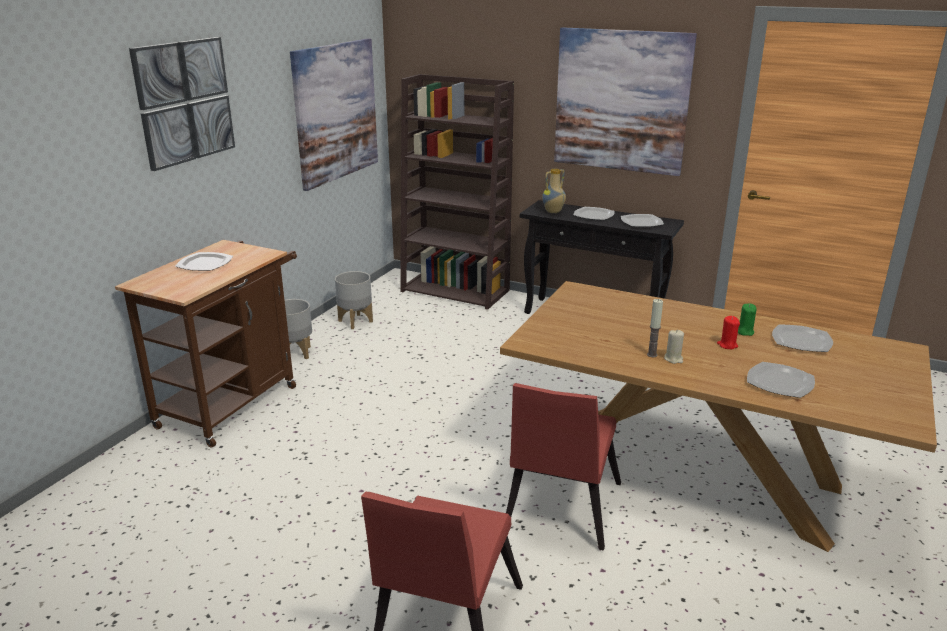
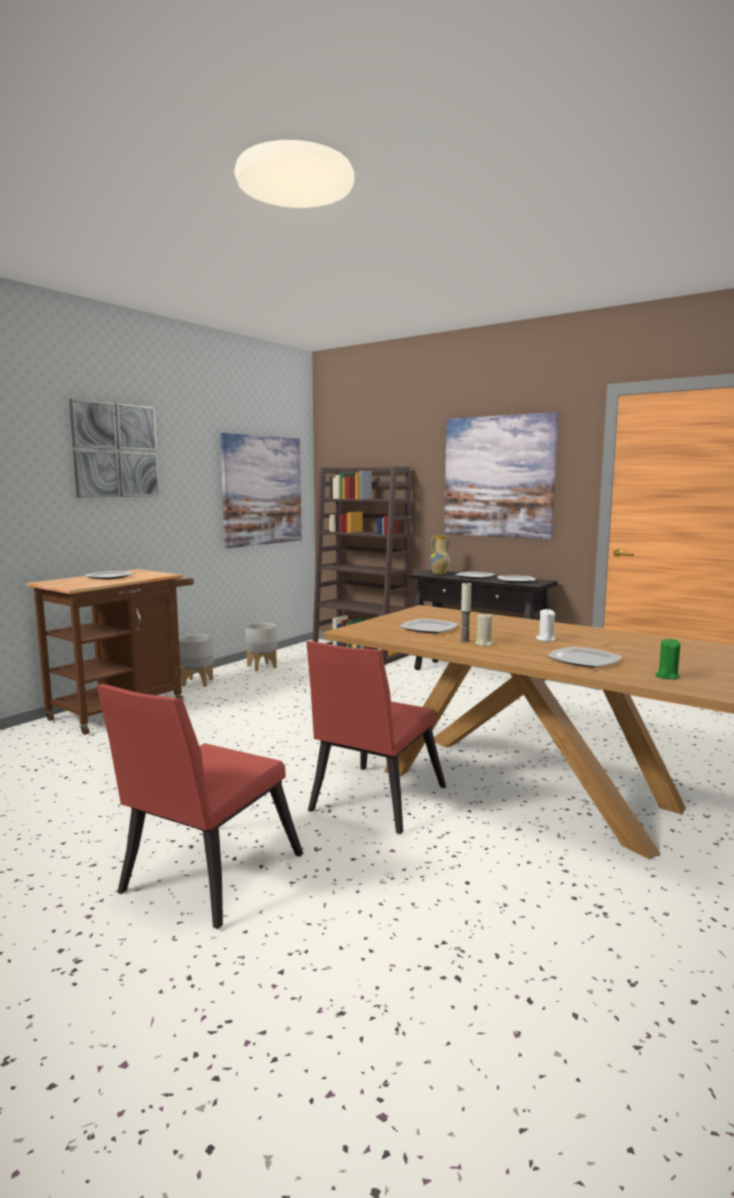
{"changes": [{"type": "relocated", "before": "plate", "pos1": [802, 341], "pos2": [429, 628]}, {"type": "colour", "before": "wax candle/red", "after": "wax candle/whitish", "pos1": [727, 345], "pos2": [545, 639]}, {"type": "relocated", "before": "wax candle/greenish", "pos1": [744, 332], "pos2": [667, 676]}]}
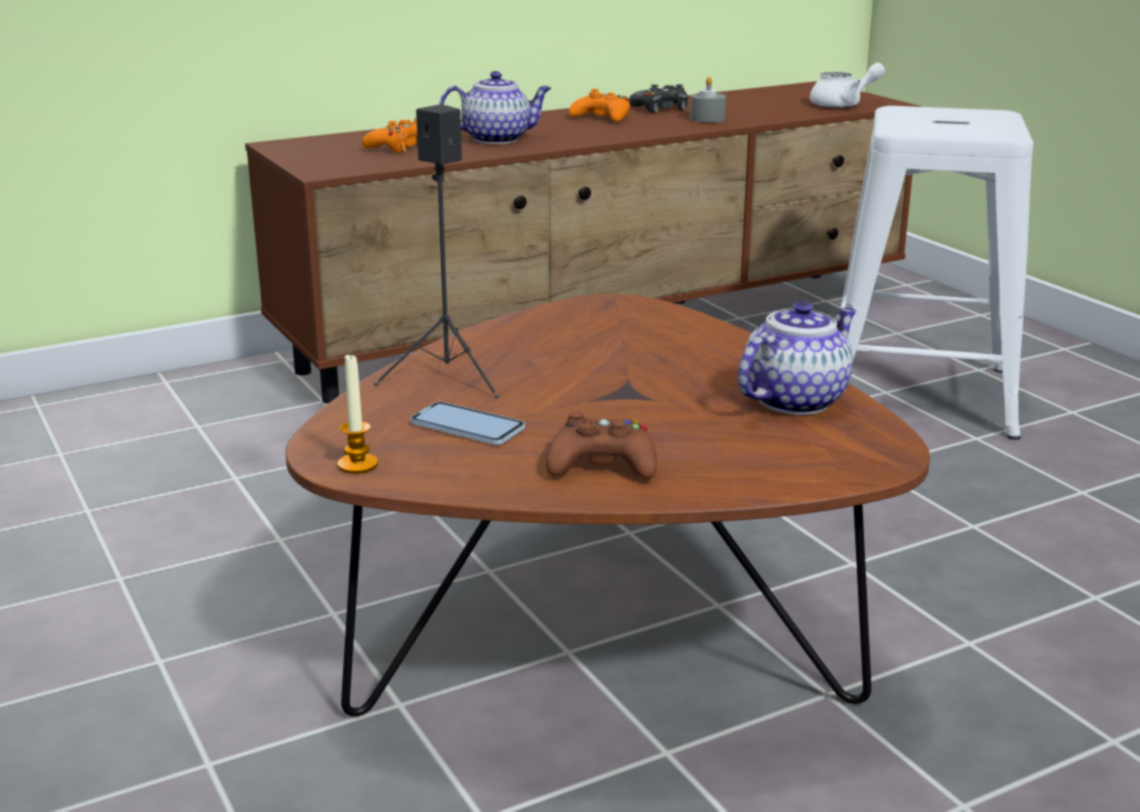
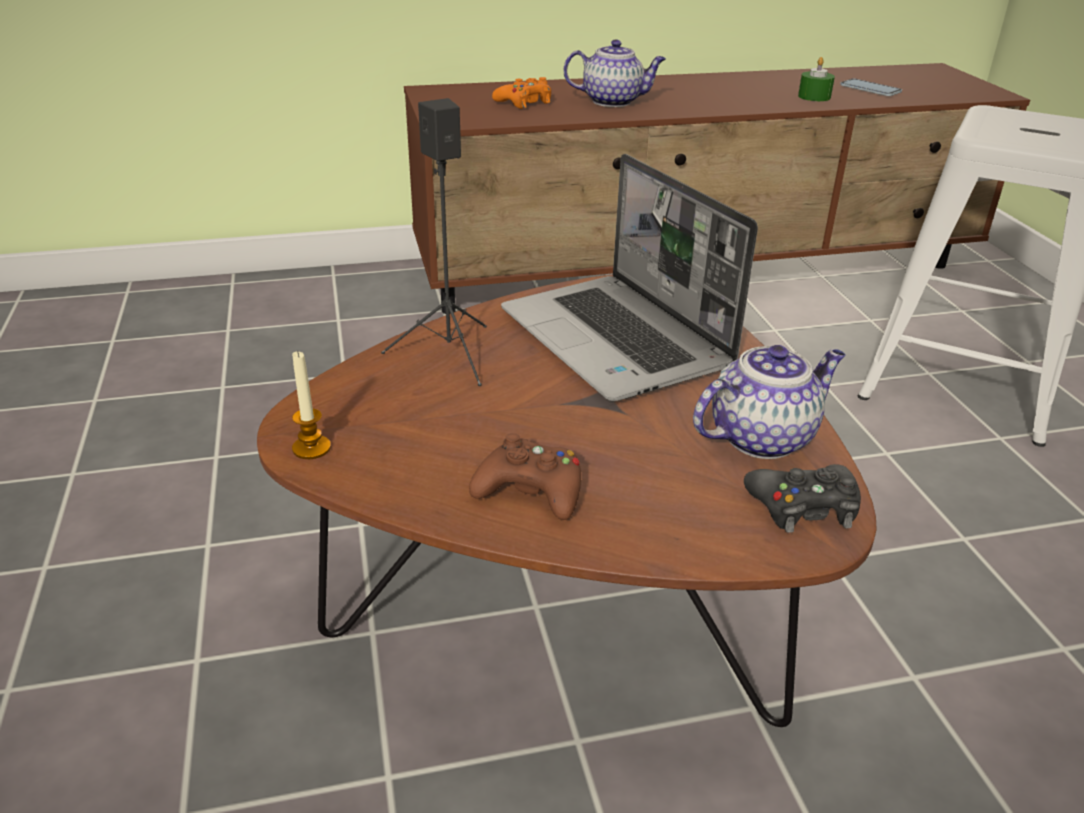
{"changes": [{"type": "appeared", "after": "portable computer", "pos2": [618, 340]}, {"type": "relocated", "before": "joypad/black", "pos1": [661, 109], "pos2": [803, 507]}, {"type": "colour", "before": "wax candle/greyish", "after": "wax candle/greenish", "pos1": [707, 119], "pos2": [814, 96]}, {"type": "relocated", "before": "telephone", "pos1": [467, 426], "pos2": [870, 89]}, {"type": "missing", "before": "joypad/orange", "pos1": [602, 118]}, {"type": "missing", "before": "teapot/whitish", "pos1": [843, 105]}]}
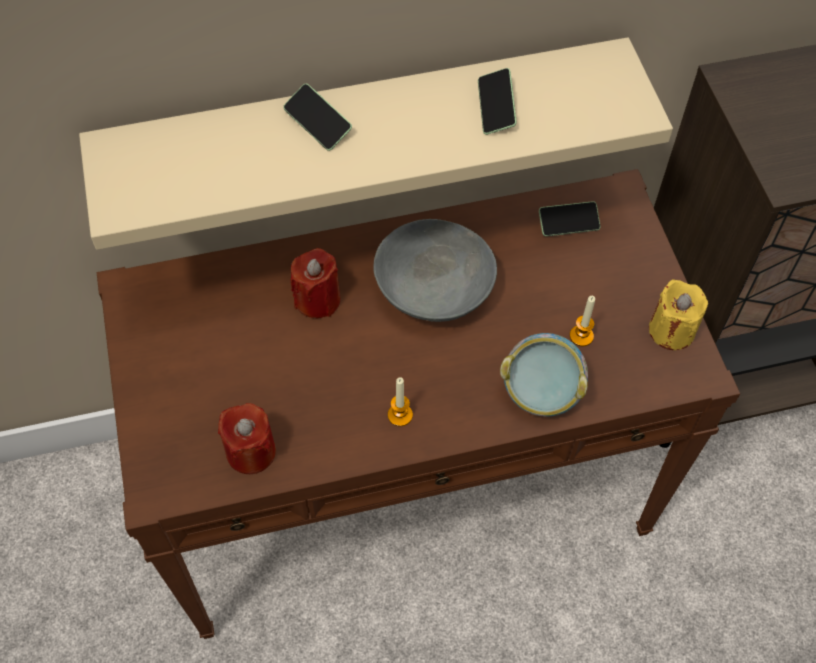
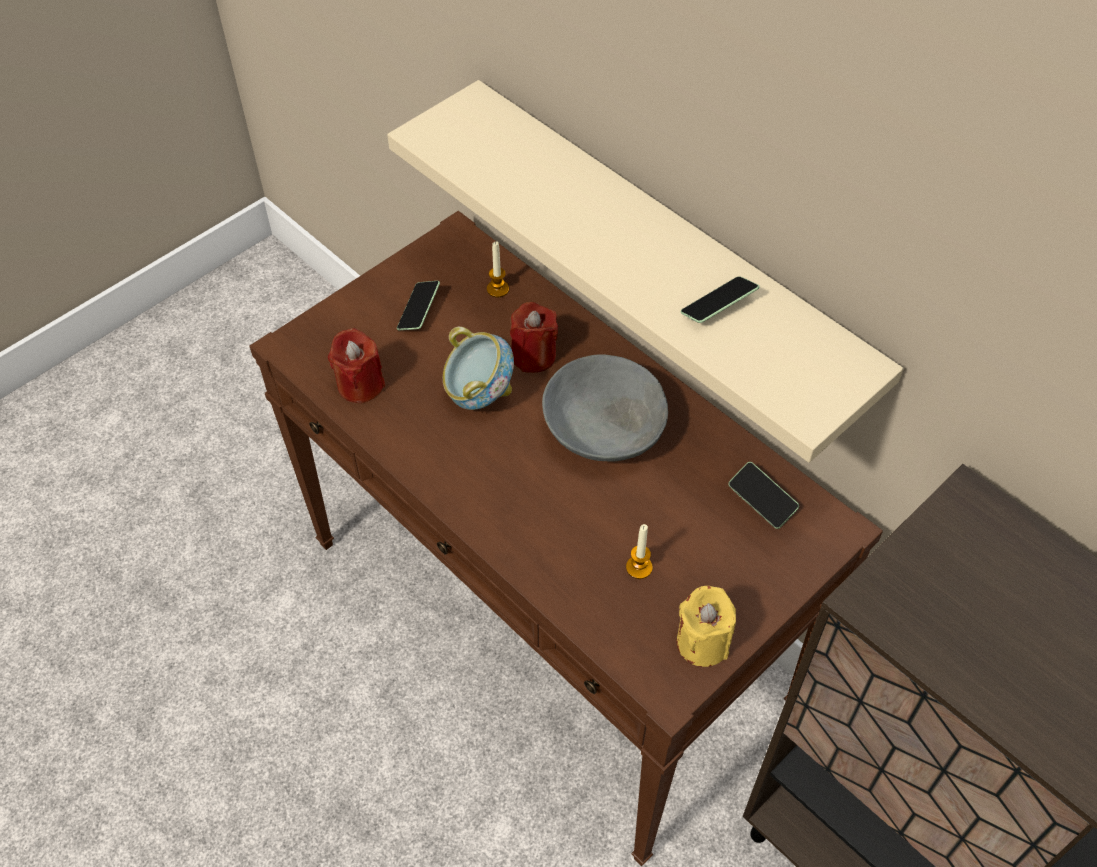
{"changes": [{"type": "relocated", "before": "telephone", "pos1": [318, 124], "pos2": [419, 311]}, {"type": "relocated", "before": "deep dish", "pos1": [540, 394], "pos2": [479, 394]}, {"type": "relocated", "before": "wax candle", "pos1": [400, 415], "pos2": [497, 289]}]}
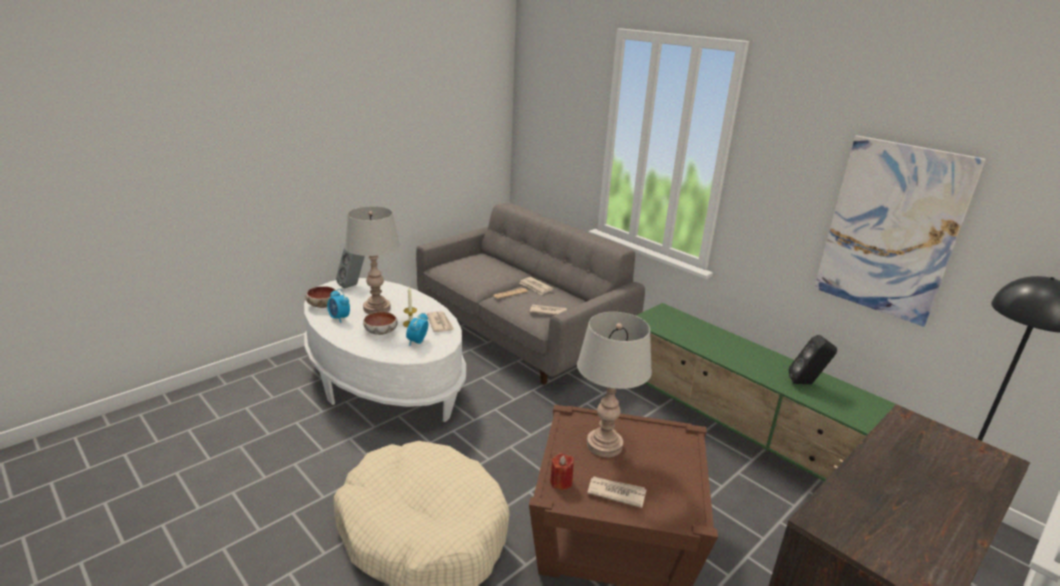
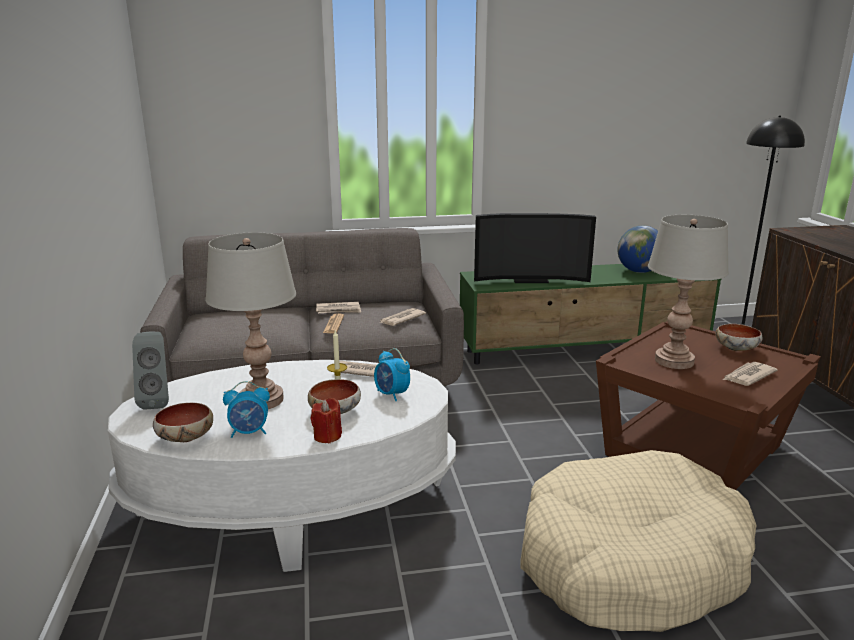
{"changes": [{"type": "relocated", "before": "wax candle/red", "pos1": [561, 482], "pos2": [327, 436]}, {"type": "appeared", "after": "TV", "pos2": [529, 280]}, {"type": "exchanged", "before": "audio speaker/black", "after": "globe", "pos1": [806, 383], "pos2": [639, 271]}, {"type": "appeared", "after": "deep dish", "pos2": [737, 349]}, {"type": "missing", "before": "wall art", "pos1": [890, 230]}]}
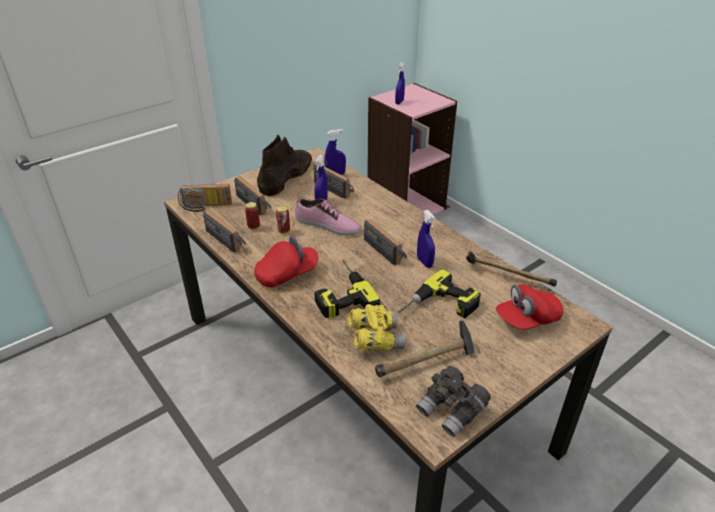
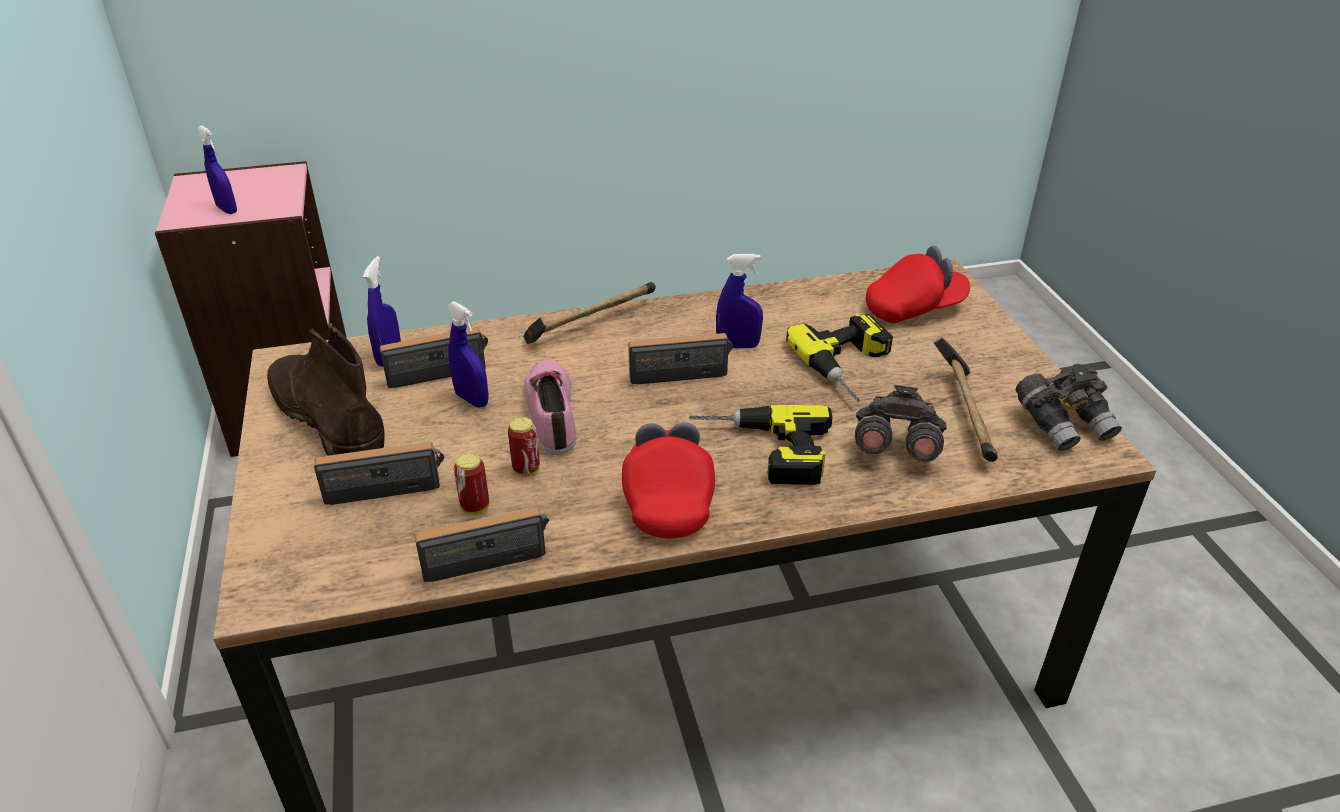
{"changes": [{"type": "relocated", "before": "tool hammer", "pos1": [505, 277], "pos2": [589, 326]}, {"type": "spun", "before": "low shoe", "pos1": [327, 225], "pos2": [553, 412], "turn": -60}, {"type": "colour", "before": "pair of binoculars/yellowish", "after": "pair of binoculars/greyish", "pos1": [375, 339], "pos2": [894, 447]}, {"type": "spun", "before": "baseball cap/red", "pos1": [527, 319], "pos2": [914, 308], "turn": -105}, {"type": "missing", "before": "radio receiver", "pos1": [205, 207]}]}
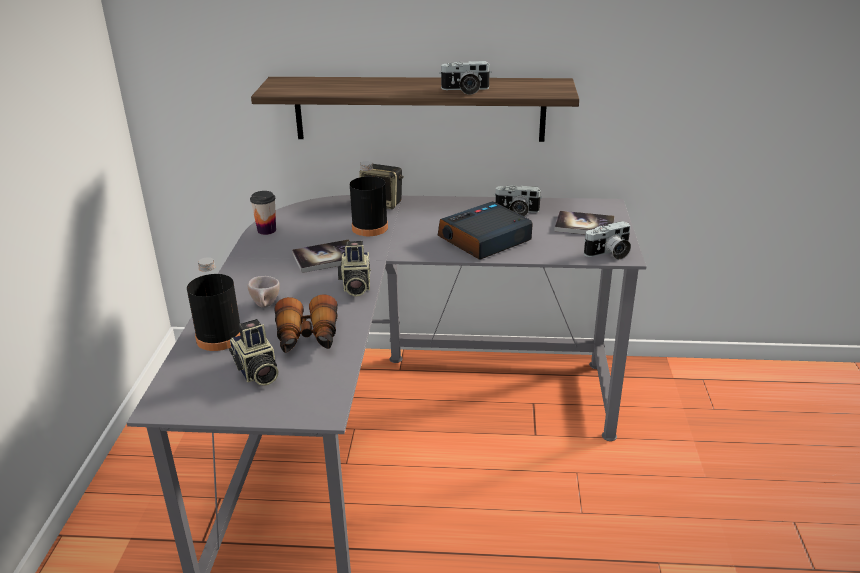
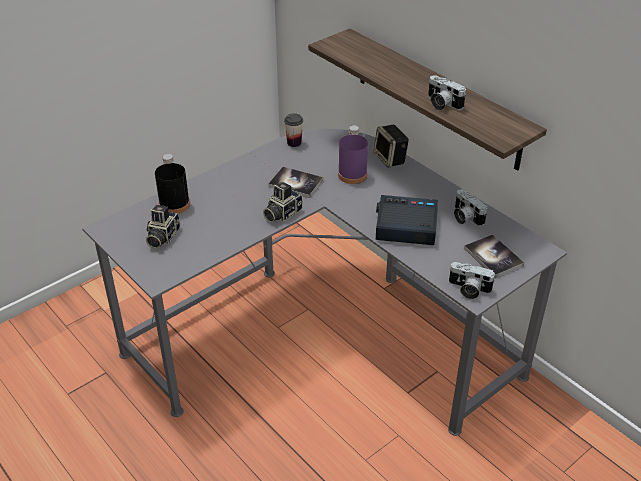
{"changes": [{"type": "colour", "before": "bottle/black", "after": "bottle/purple", "pos1": [370, 228], "pos2": [352, 175]}, {"type": "missing", "before": "cup/beige-coloured", "pos1": [266, 306]}, {"type": "missing", "before": "pair of binoculars", "pos1": [307, 338]}]}
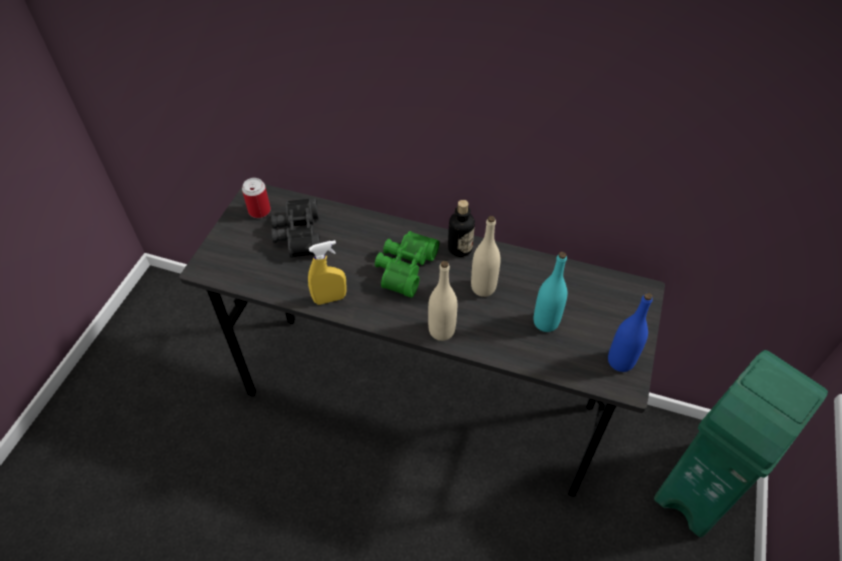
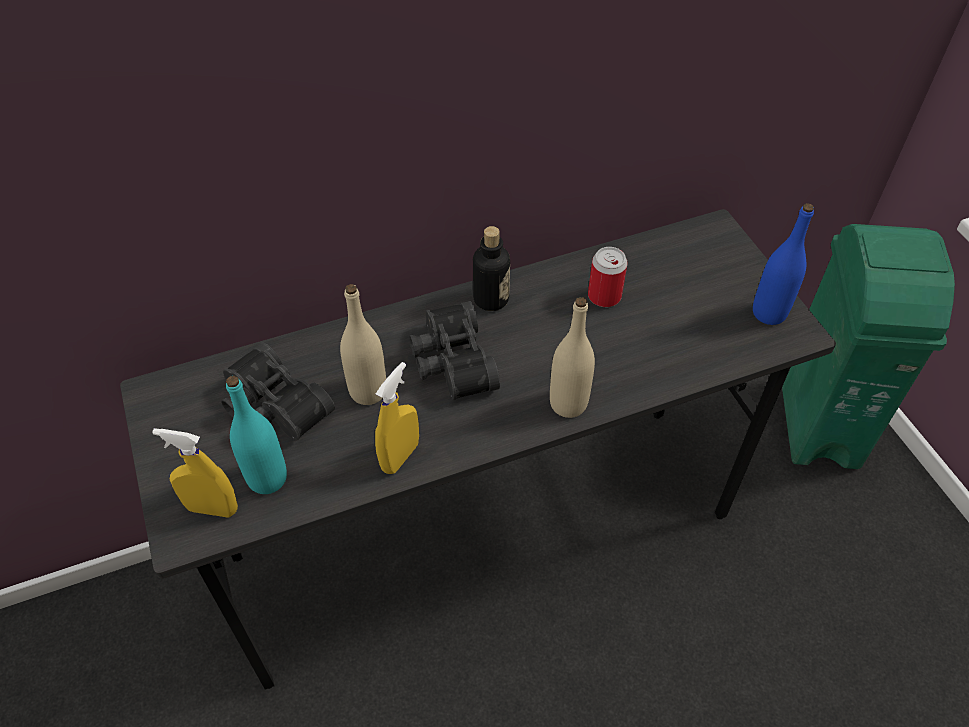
{"changes": [{"type": "appeared", "after": "spray bottle/yellowish", "pos2": [212, 508]}, {"type": "relocated", "before": "bottle/blue-green", "pos1": [546, 322], "pos2": [267, 478]}, {"type": "relocated", "before": "bottle/beige-coloured", "pos1": [483, 287], "pos2": [368, 391]}, {"type": "colour", "before": "pair of binoculars/greenish", "after": "pair of binoculars/black", "pos1": [403, 268], "pos2": [450, 362]}, {"type": "relocated", "before": "metal can", "pos1": [259, 211], "pos2": [604, 296]}]}
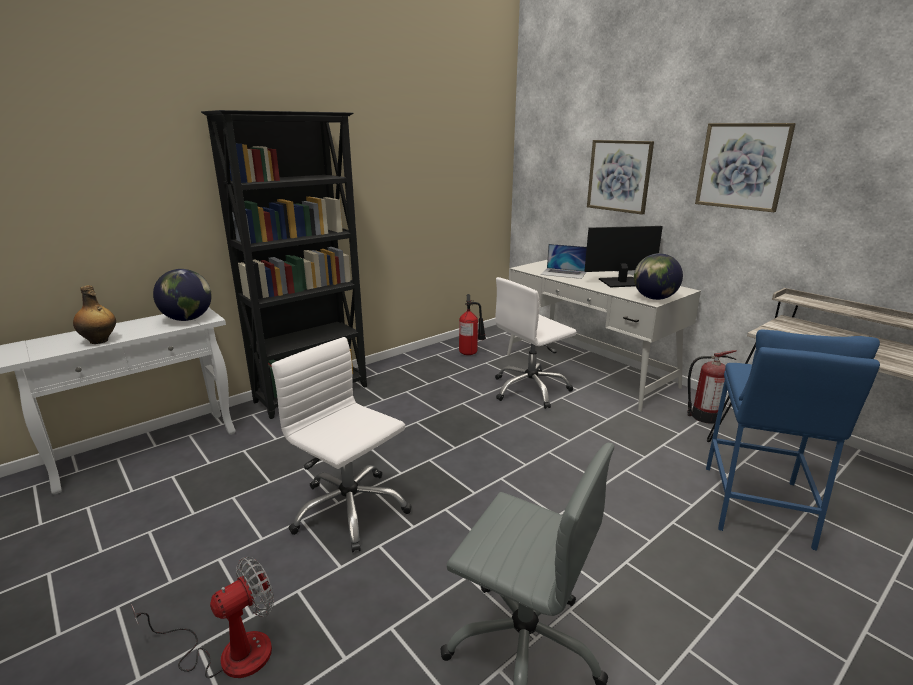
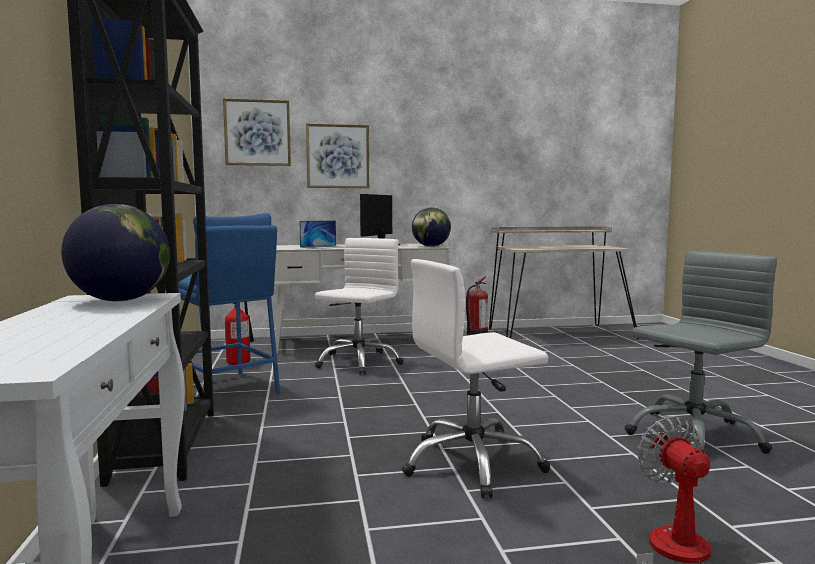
{"changes": [{"type": "relocated", "before": "sitting stool/blue-coloured", "pos1": [756, 505], "pos2": [225, 390]}, {"type": "relocated", "before": "wall art", "pos1": [742, 166], "pos2": [257, 133]}, {"type": "spun", "before": "desk chair/whitish", "pos1": [530, 389], "pos2": [358, 362], "turn": -150}, {"type": "missing", "before": "bottle", "pos1": [99, 341]}]}
